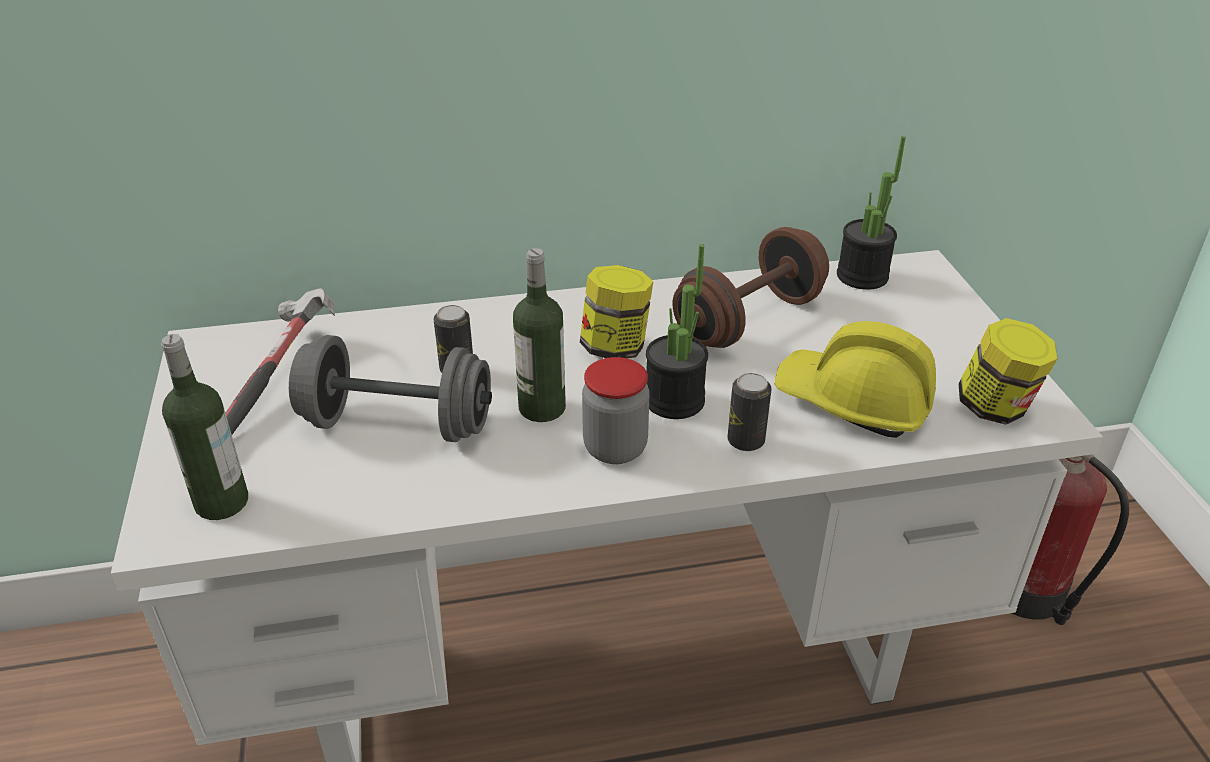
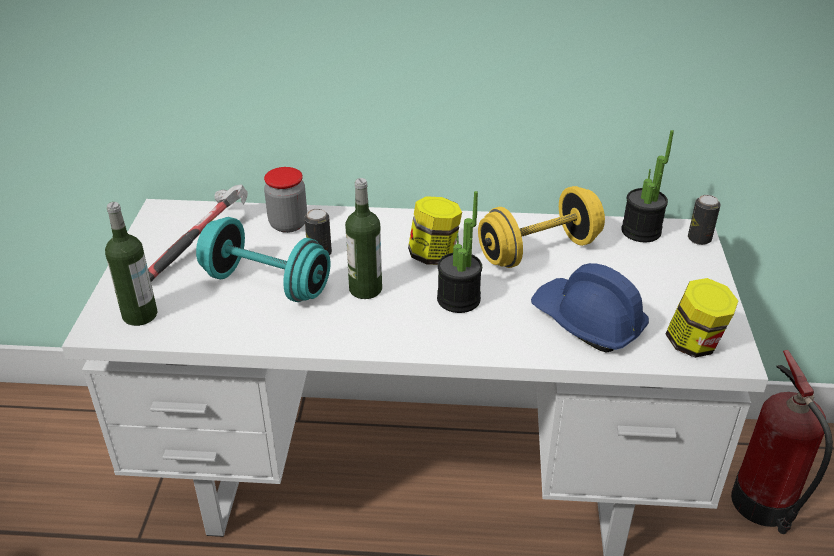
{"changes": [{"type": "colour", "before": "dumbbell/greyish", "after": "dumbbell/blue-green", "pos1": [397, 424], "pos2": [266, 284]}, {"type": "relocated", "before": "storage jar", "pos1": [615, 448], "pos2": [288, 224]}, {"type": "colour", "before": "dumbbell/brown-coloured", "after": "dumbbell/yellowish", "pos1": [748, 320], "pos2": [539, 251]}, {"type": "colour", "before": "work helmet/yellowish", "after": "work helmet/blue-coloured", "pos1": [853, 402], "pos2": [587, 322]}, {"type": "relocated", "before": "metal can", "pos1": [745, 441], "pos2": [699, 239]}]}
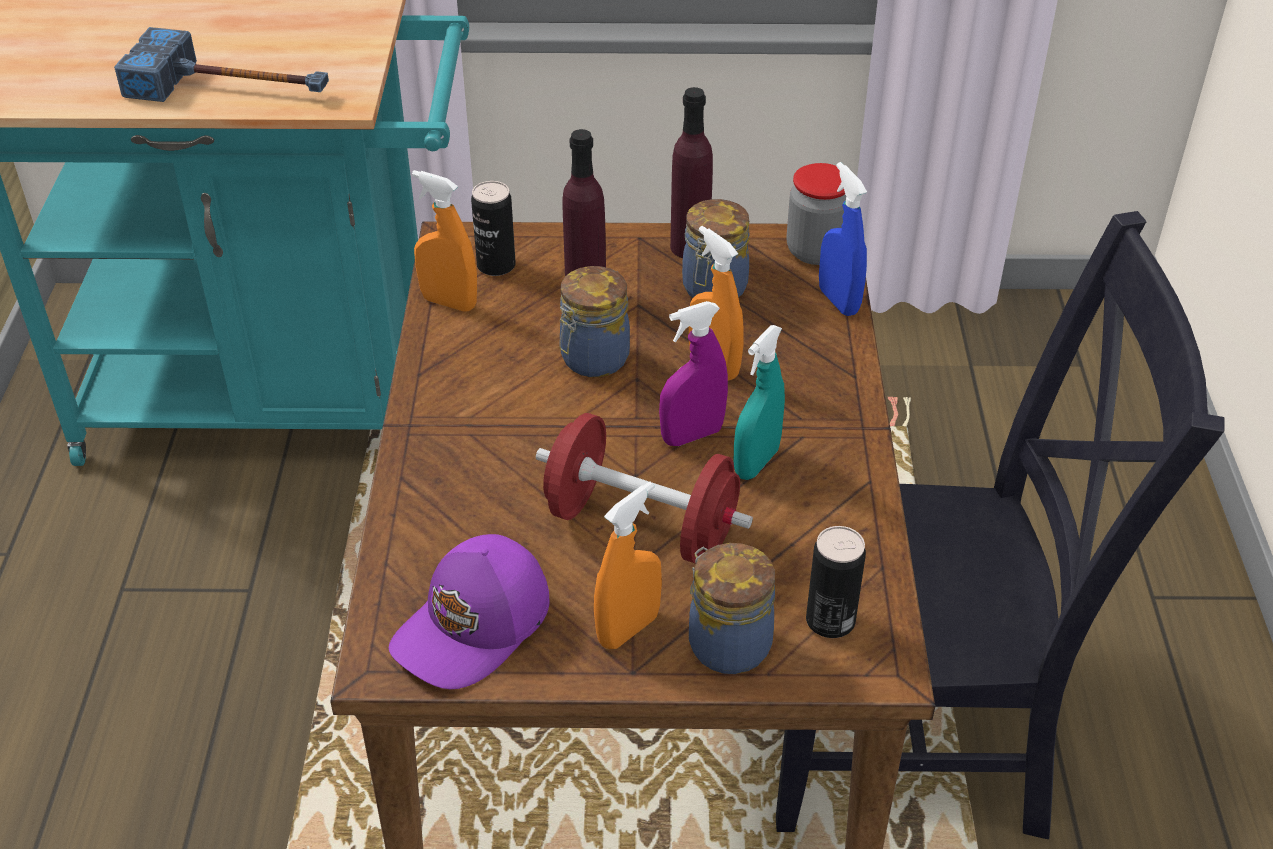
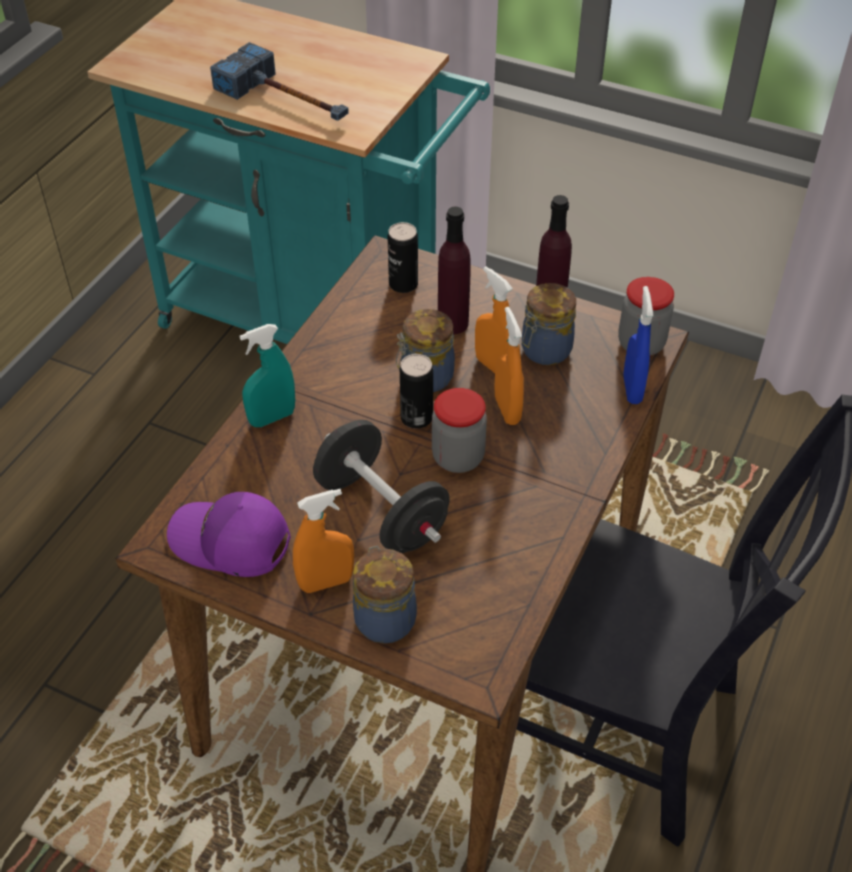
{"changes": [{"type": "spun", "before": "baseball cap/purple", "pos1": [475, 627], "pos2": [230, 543], "turn": 45}, {"type": "relocated", "before": "spray bottle/blue-green", "pos1": [756, 463], "pos2": [272, 418]}, {"type": "colour", "before": "dumbbell/red", "after": "dumbbell/black", "pos1": [641, 525], "pos2": [381, 511]}, {"type": "relocated", "before": "metal can", "pos1": [830, 621], "pos2": [416, 418]}, {"type": "exchanged", "before": "spray bottle/purple", "after": "storage jar", "pos1": [692, 435], "pos2": [458, 457]}, {"type": "relocated", "before": "spray bottle/orange", "pos1": [449, 302], "pos2": [493, 366]}]}
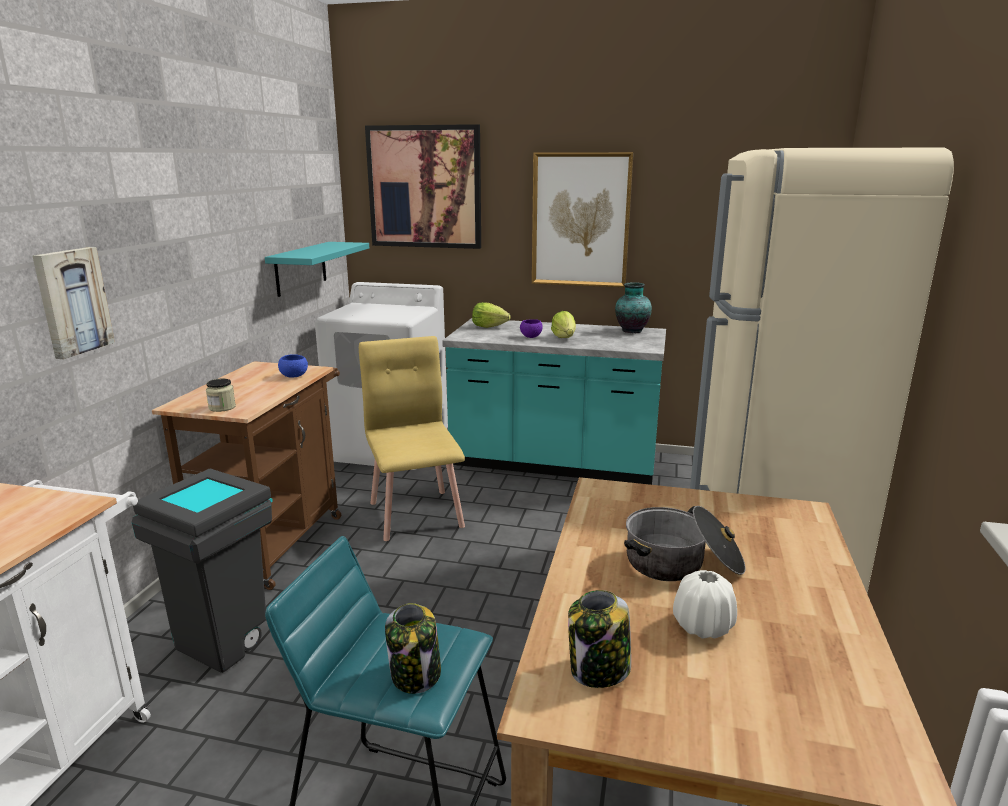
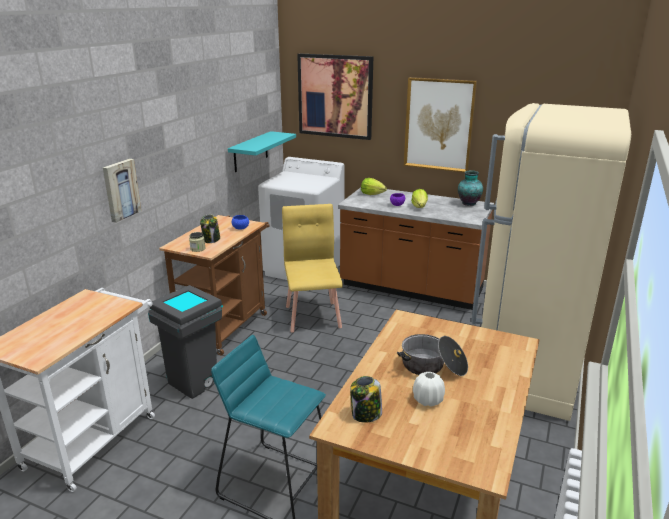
{"changes": [{"type": "relocated", "before": "storage jar", "pos1": [416, 675], "pos2": [211, 240]}, {"type": "colour", "before": "kitchen base unit/blue-green", "after": "kitchen base unit/brown-coloured", "pos1": [554, 463], "pos2": [411, 288]}]}
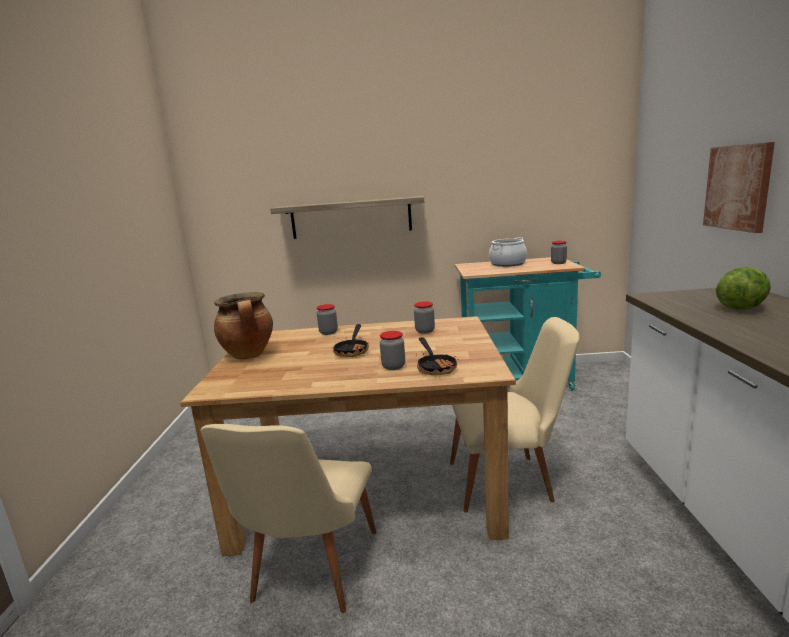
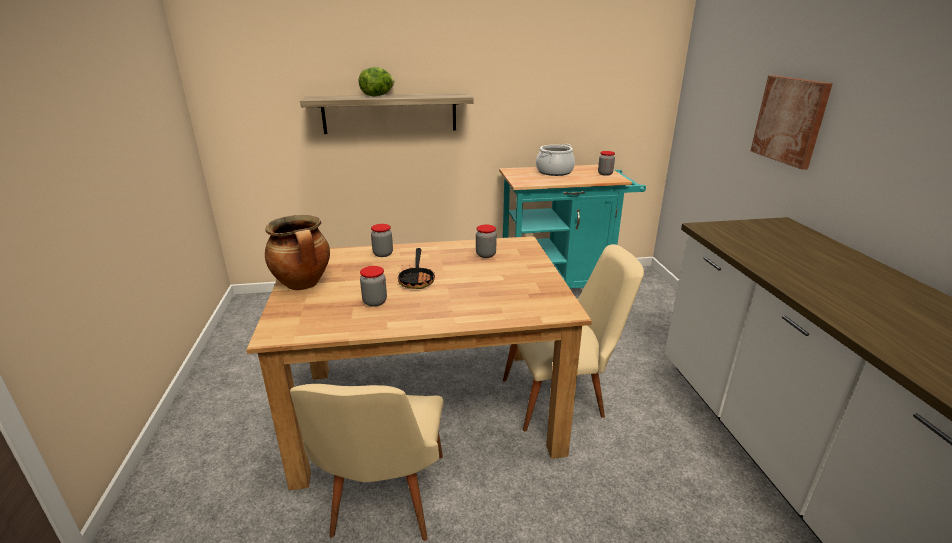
{"changes": [{"type": "relocated", "before": "head of lettuce", "pos1": [741, 308], "pos2": [377, 96]}, {"type": "relocated", "before": "storage jar", "pos1": [393, 366], "pos2": [375, 302]}, {"type": "missing", "before": "skillet", "pos1": [435, 367]}]}
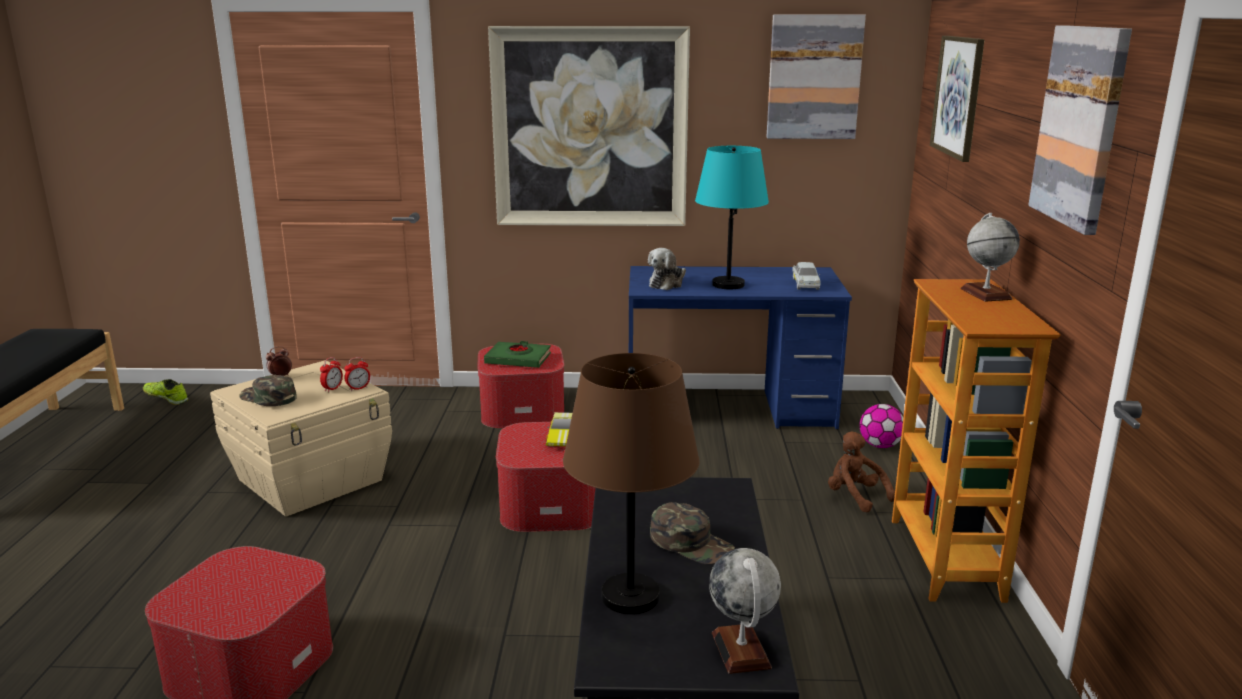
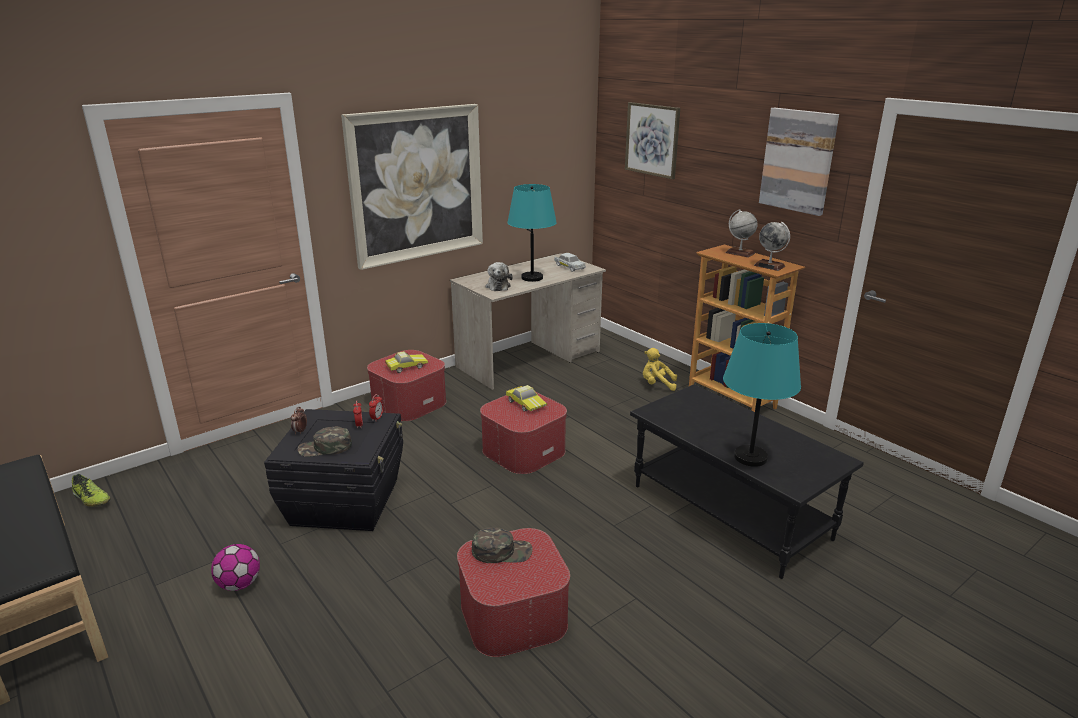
{"changes": [{"type": "spun", "before": "low shoe", "pos1": [166, 398], "pos2": [92, 499], "turn": -135}, {"type": "relocated", "before": "ball for football", "pos1": [880, 445], "pos2": [239, 584]}, {"type": "colour", "before": "storage bin/beige-coloured", "after": "storage bin/black", "pos1": [312, 480], "pos2": [346, 502]}, {"type": "exchanged", "before": "book/greenish", "after": "toy car", "pos1": [518, 359], "pos2": [406, 366]}, {"type": "colour", "before": "desk/blue-coloured", "after": "desk/beige-coloured", "pos1": [729, 409], "pos2": [529, 359]}, {"type": "relocated", "before": "baseball cap/greenish", "pos1": [691, 543], "pos2": [502, 551]}, {"type": "colour", "before": "soft toy/brown-coloured", "after": "soft toy/yellowish", "pos1": [855, 496], "pos2": [657, 384]}, {"type": "colour", "before": "table lamp/brown-coloured", "after": "table lamp/blue-green", "pos1": [630, 597], "pos2": [750, 458]}, {"type": "relocated", "before": "globe", "pos1": [741, 650], "pos2": [769, 266]}, {"type": "missing", "before": "wall art", "pos1": [814, 77]}]}
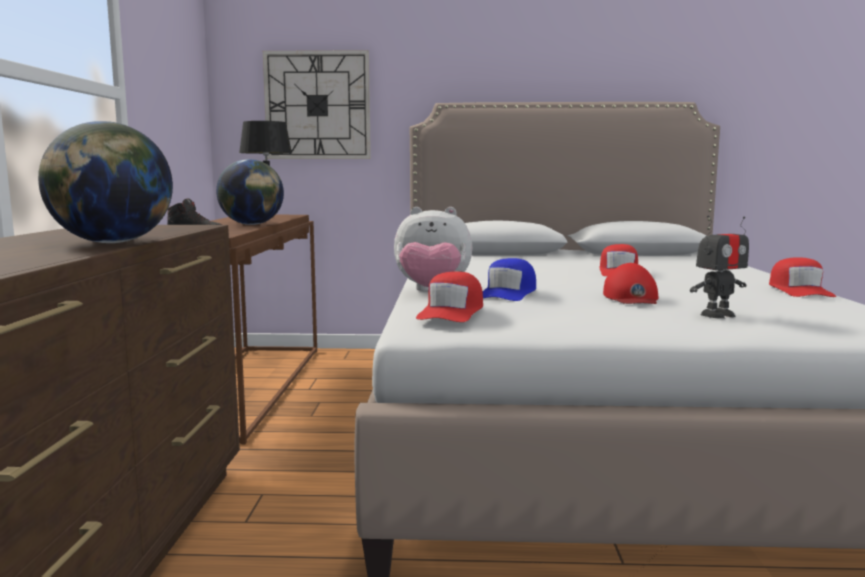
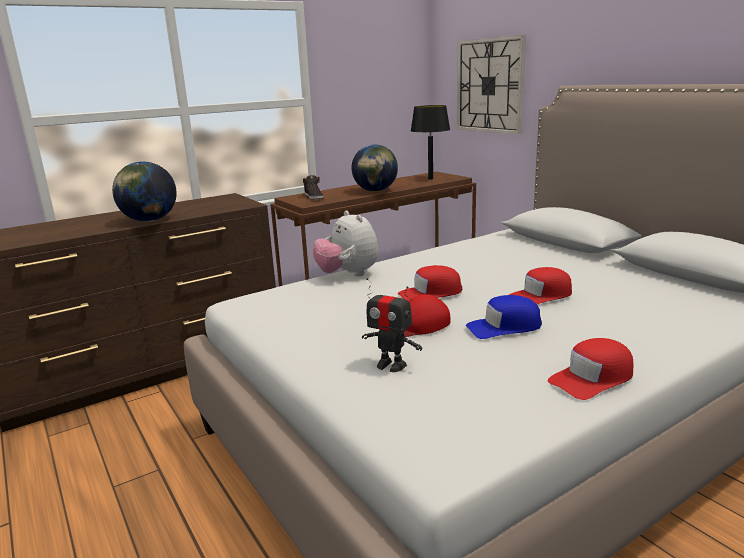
{"changes": [{"type": "relocated", "before": "baseball cap/red", "pos1": [452, 312], "pos2": [430, 293]}, {"type": "relocated", "before": "baseball cap/blue-coloured", "pos1": [508, 293], "pos2": [504, 327]}]}
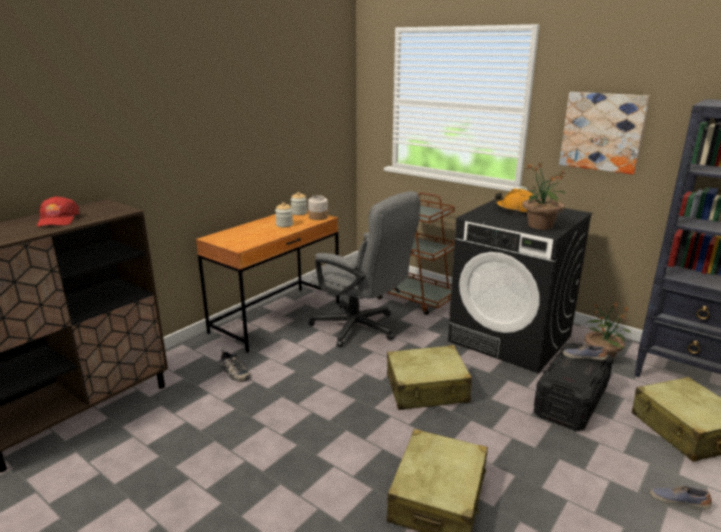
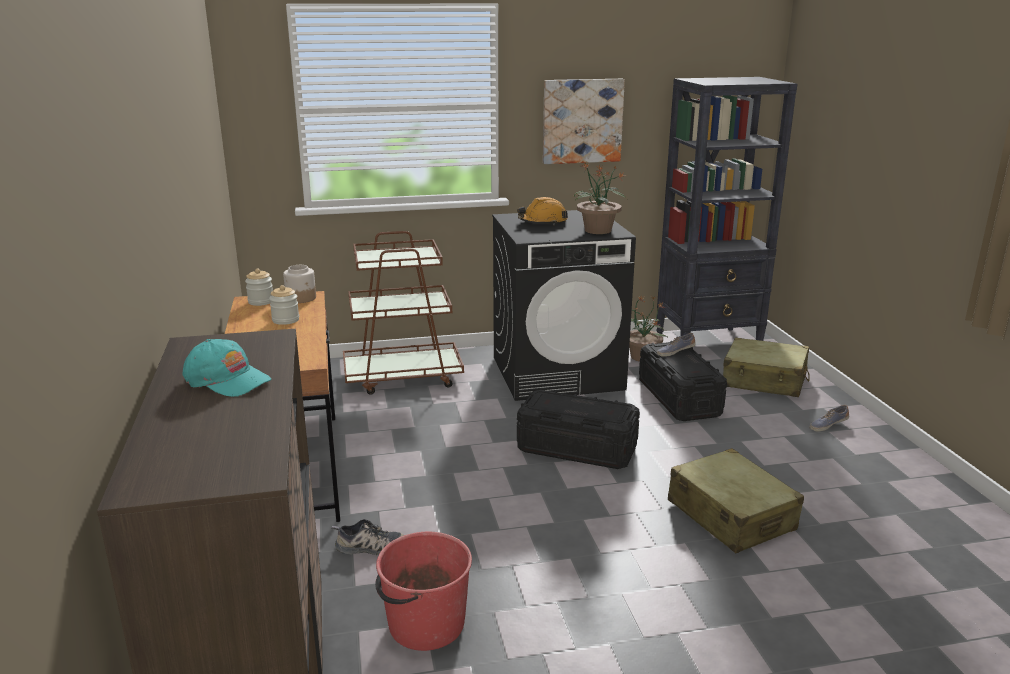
{"changes": [{"type": "colour", "before": "baseball cap/red", "after": "baseball cap/blue-green", "pos1": [58, 220], "pos2": [227, 380]}, {"type": "appeared", "after": "bucket/red", "pos2": [425, 625]}, {"type": "exchanged", "before": "travel case/beige-coloured", "after": "storage bin/black", "pos1": [427, 389], "pos2": [576, 448]}, {"type": "missing", "before": "desk chair/greyish", "pos1": [362, 329]}]}
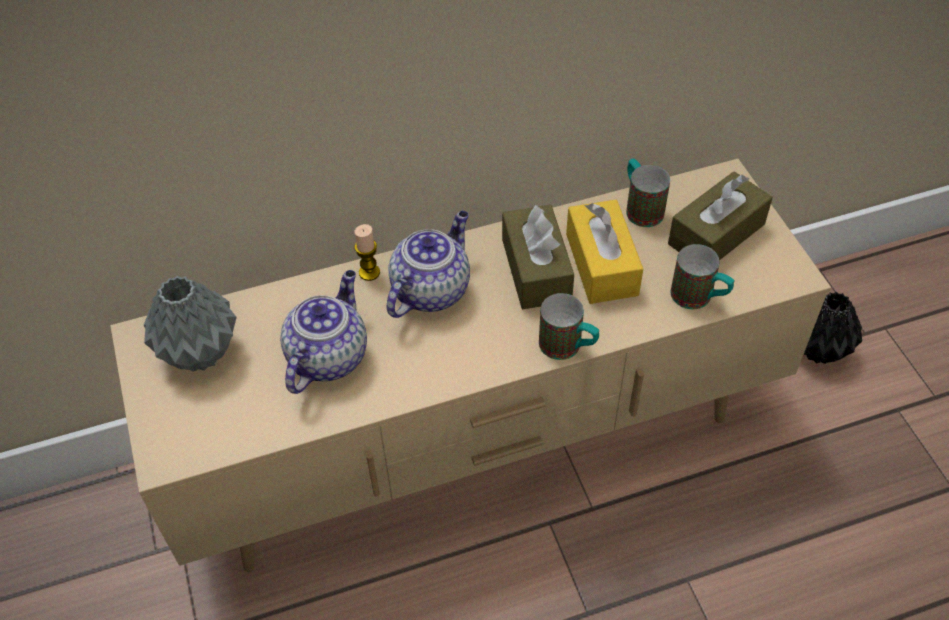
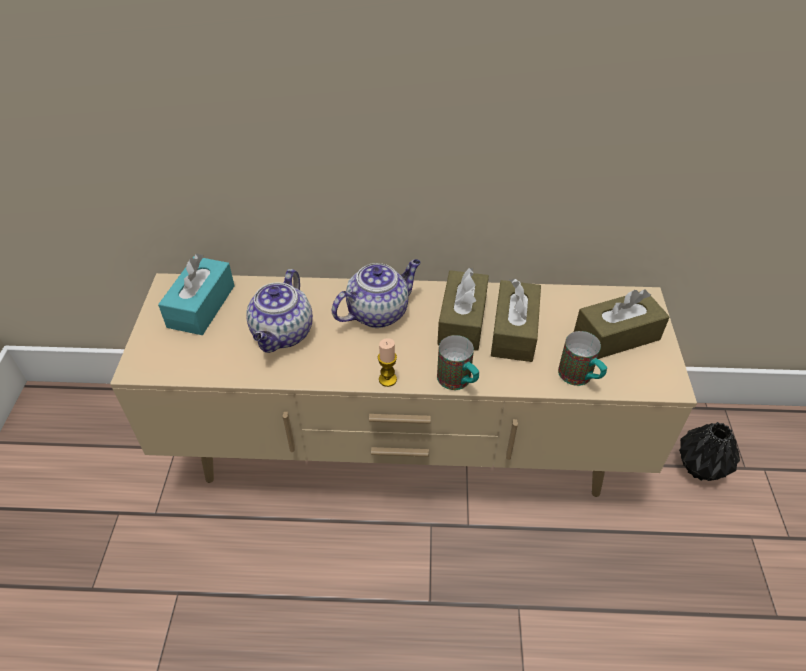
{"changes": [{"type": "exchanged", "before": "decorative vase/greyish", "after": "box of tissues/blue-green", "pos1": [200, 351], "pos2": [201, 306]}, {"type": "spun", "before": "teapot", "pos1": [328, 356], "pos2": [283, 335], "turn": 150}, {"type": "relocated", "before": "wax candle", "pos1": [369, 272], "pos2": [387, 379]}, {"type": "colour", "before": "box of tissues/yellowish", "after": "box of tissues/brown-coloured", "pos1": [601, 264], "pos2": [514, 331]}, {"type": "missing", "before": "mug", "pos1": [640, 207]}]}
